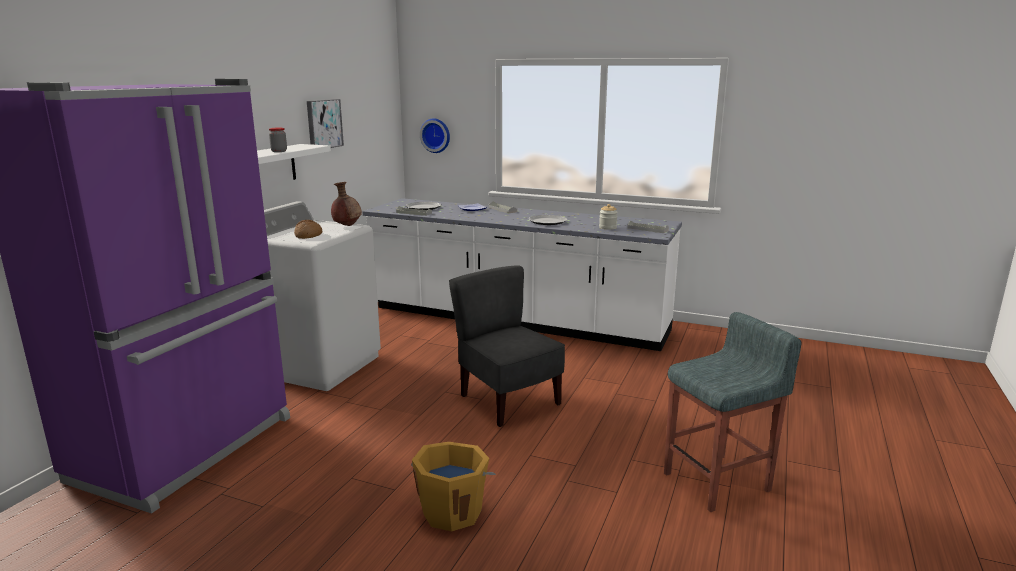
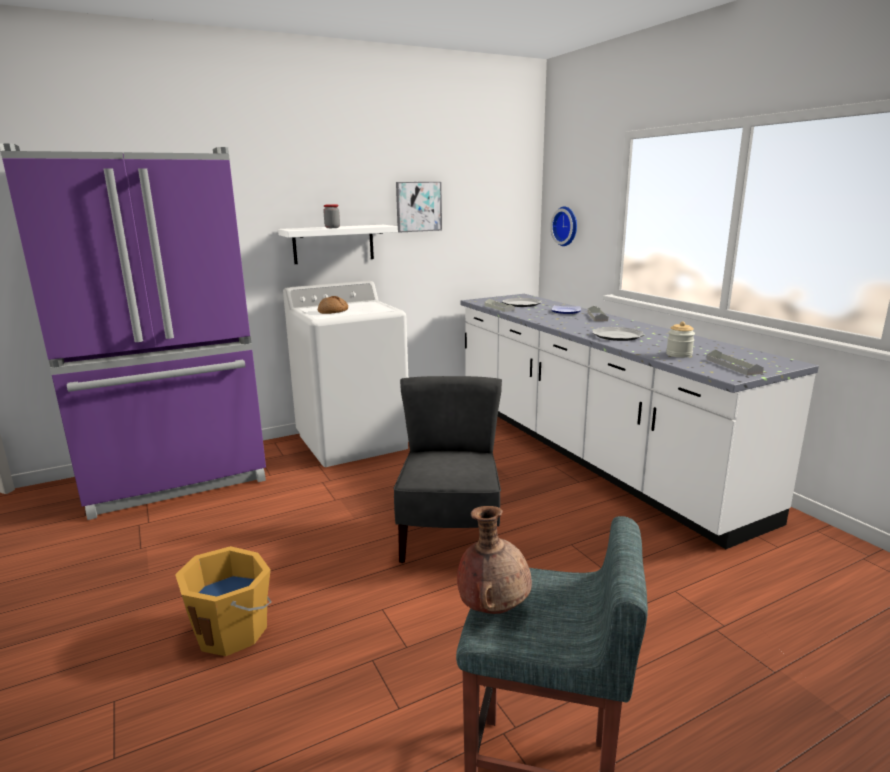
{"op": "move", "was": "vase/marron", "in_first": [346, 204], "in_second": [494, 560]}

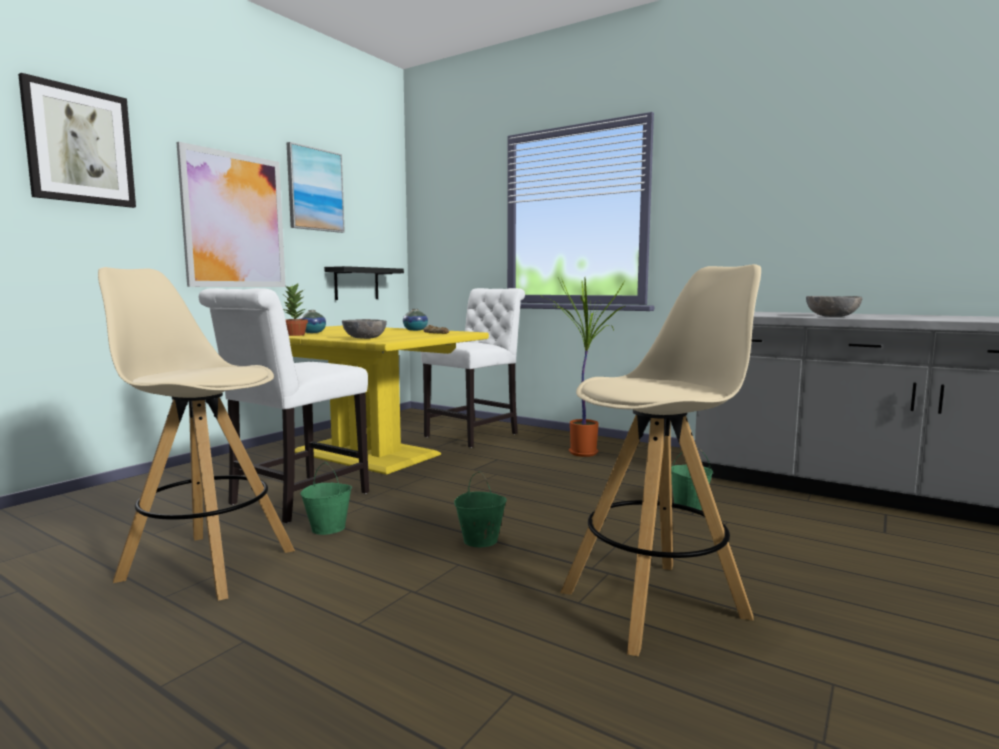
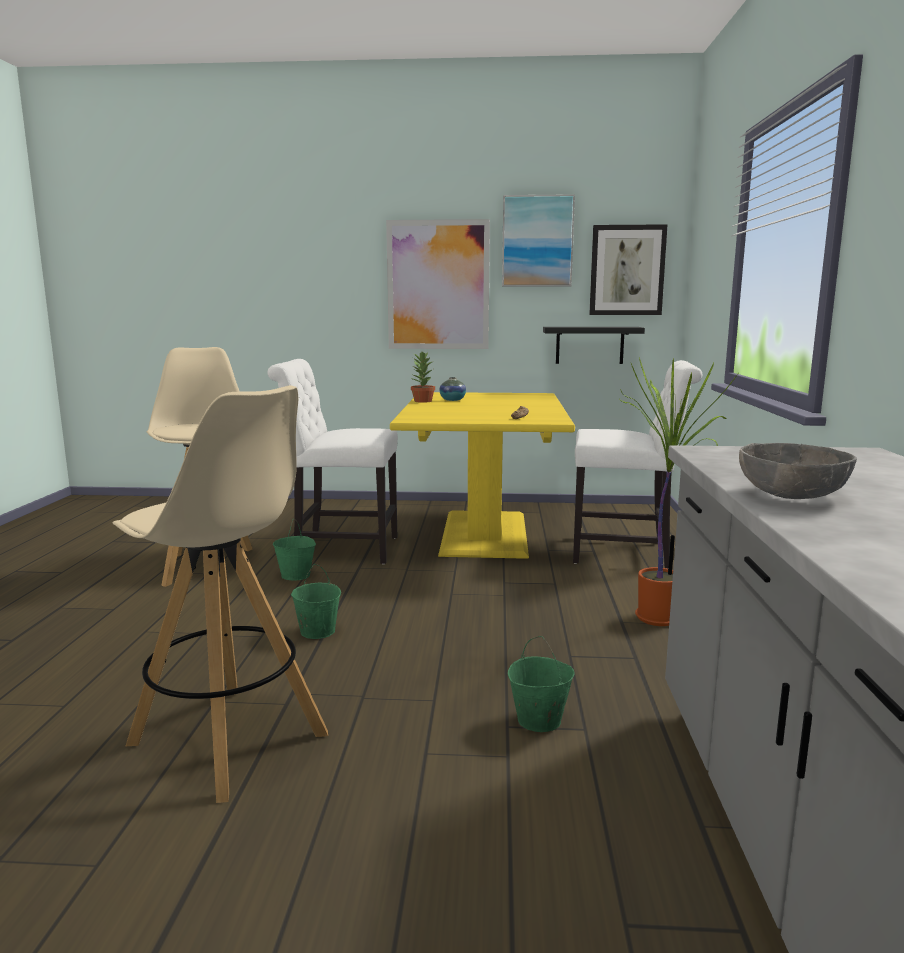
{"op": "delete", "was": "bol/gris", "in_first": [364, 329]}
{"op": "delete", "was": "vase", "in_first": [415, 320]}
{"op": "move", "was": "tableau", "in_first": [77, 140], "in_second": [628, 269]}

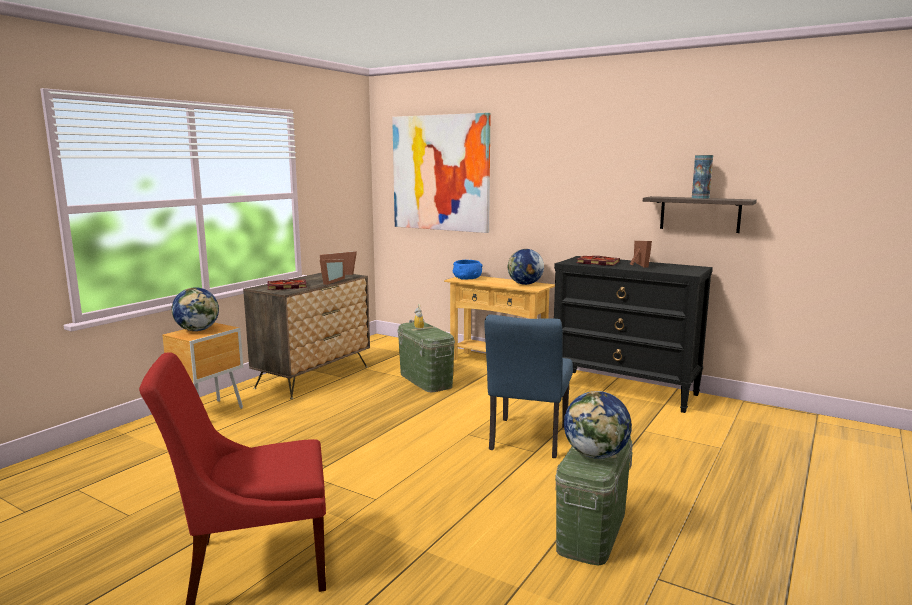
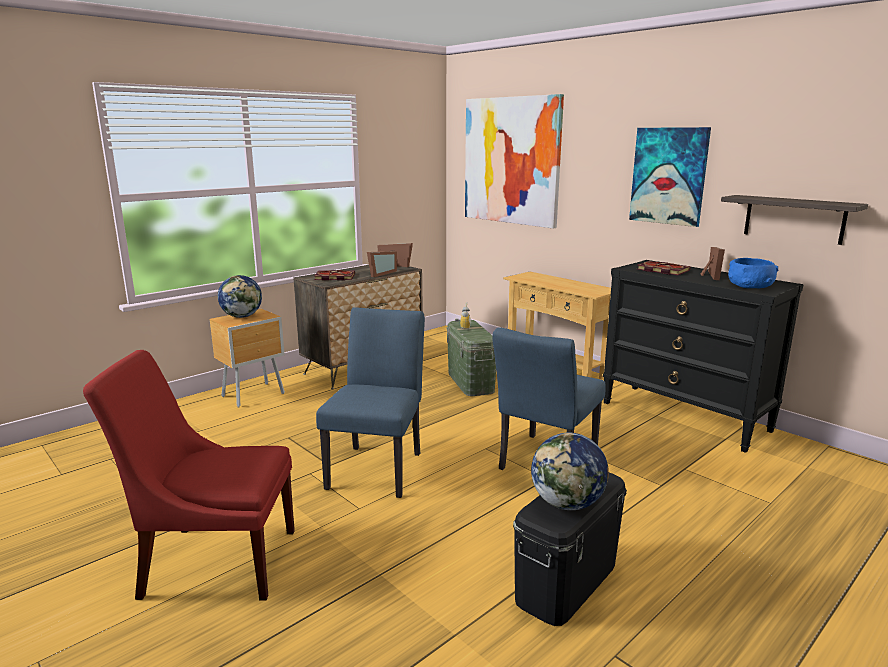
{"op": "delete", "was": "globe", "in_first": [526, 267]}
{"op": "delete", "was": "vase", "in_first": [702, 177]}
{"op": "insert", "now": "chaise/bleu", "in_second": [370, 402]}
{"op": "insert", "now": "tableau", "in_second": [670, 177]}
{"op": "move", "was": "bol/bleu", "in_first": [467, 270], "in_second": [753, 273]}
{"op": "recolor", "was": "boîte de rangement/vert", "now": "boîte de rangement/noir", "in_first": [594, 501], "in_second": [570, 549]}

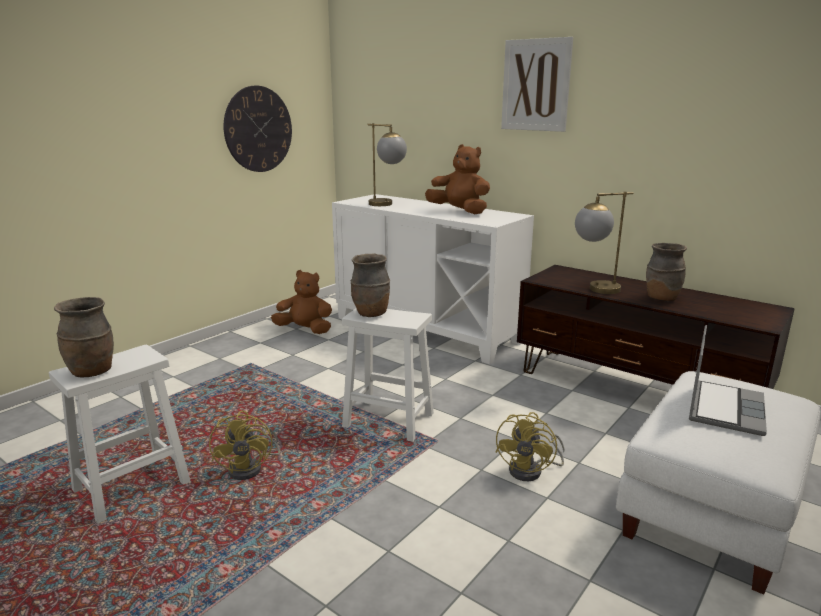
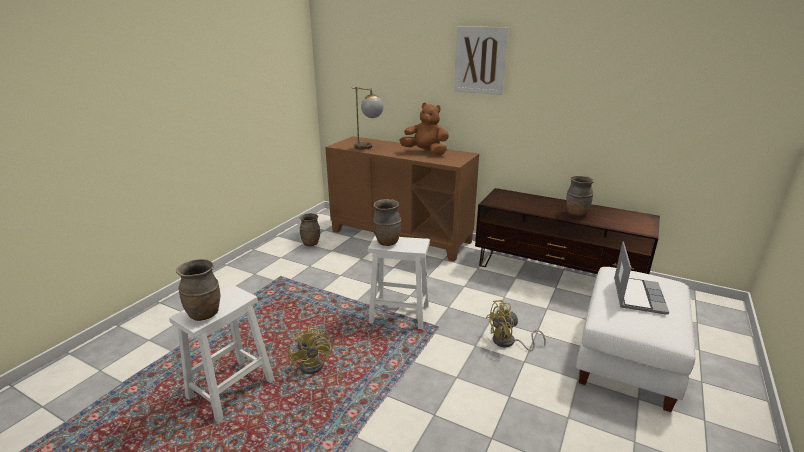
{"op": "delete", "was": "horloge murale", "in_first": [258, 129]}
{"op": "delete", "was": "lampe de table", "in_first": [604, 243]}
{"op": "replace", "was": "peluche/marron", "now": "vase/marron", "in_first": [301, 302], "in_second": [309, 229]}
{"op": "recolor", "was": "meuble de rangement/blanc", "now": "meuble de rangement/marron", "in_first": [433, 279], "in_second": [402, 199]}
{"op": "rotate", "was": "ventilateur/jaune", "in_first": [530, 446], "in_second": [516, 325], "clockwise": 60}

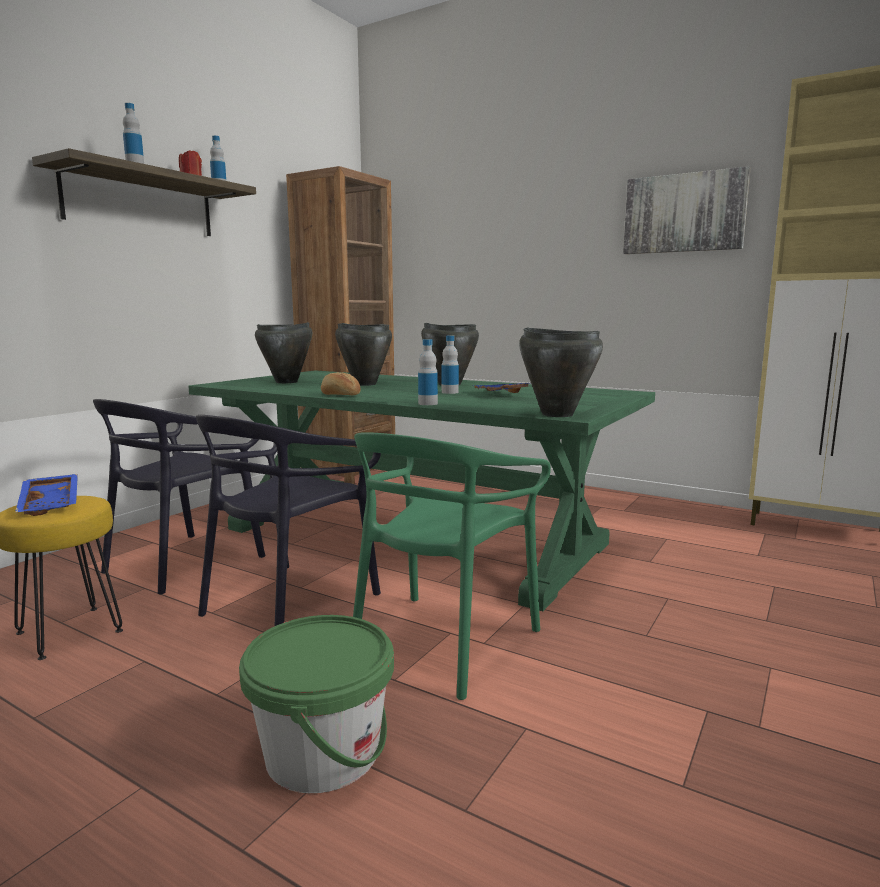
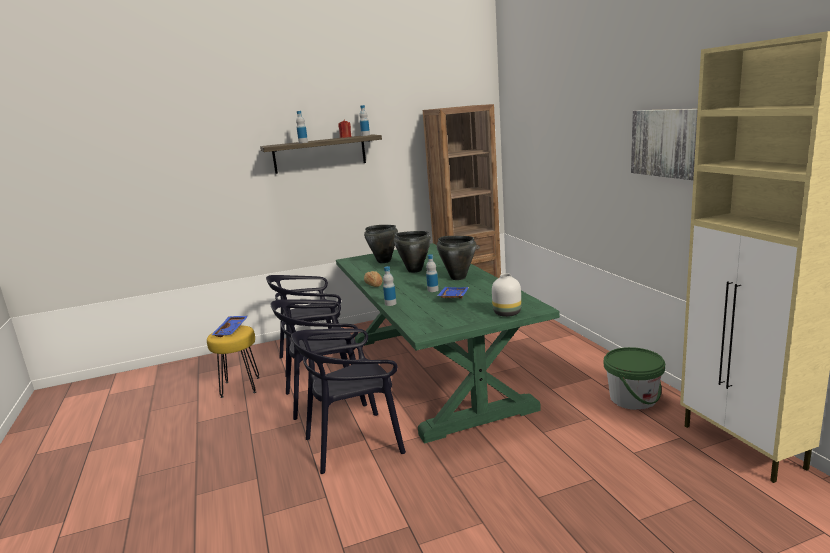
{"op": "delete", "was": "marmite/noir", "in_first": [561, 372]}
{"op": "insert", "now": "vase/blanc", "in_second": [506, 295]}
{"op": "move", "was": "seau/vert", "in_first": [316, 704], "in_second": [634, 378]}
{"op": "recolor", "was": "chaise/vert", "now": "chaise/noir", "in_first": [452, 566], "in_second": [348, 401]}

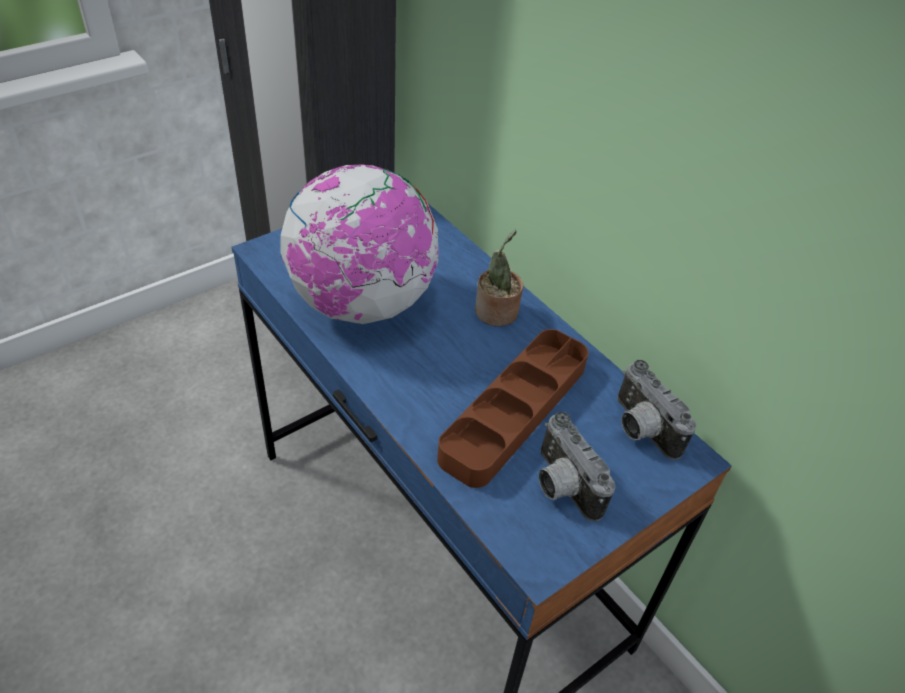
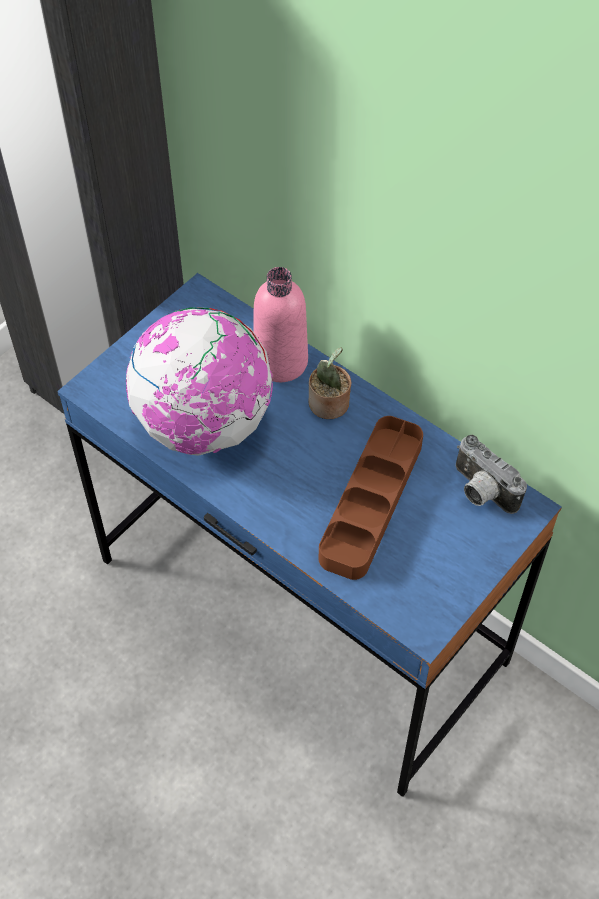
{"op": "delete", "was": "appareil photo", "in_first": [576, 466]}
{"op": "insert", "now": "bouteille/rose", "in_second": [280, 324]}

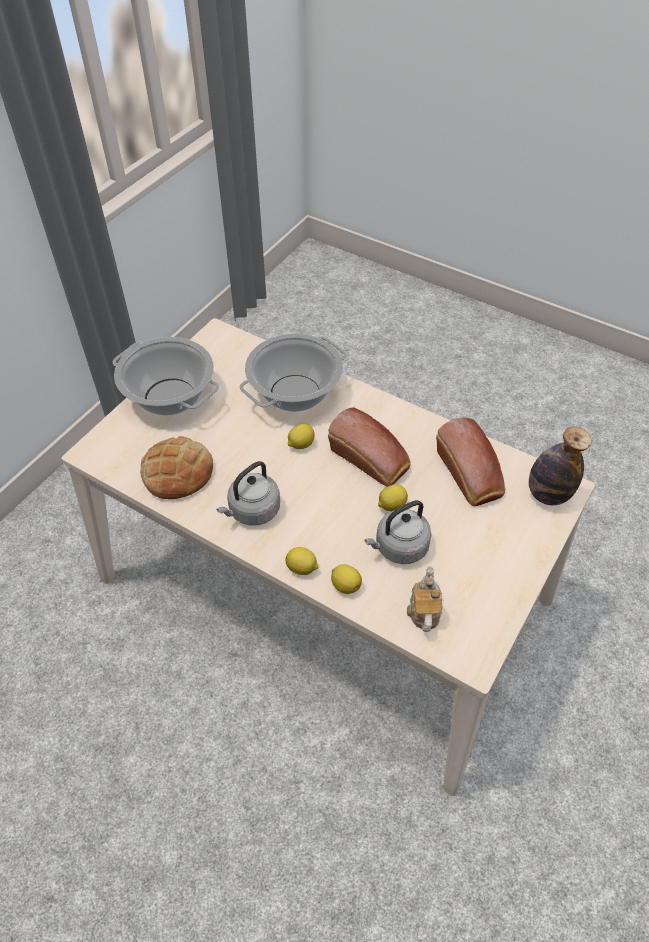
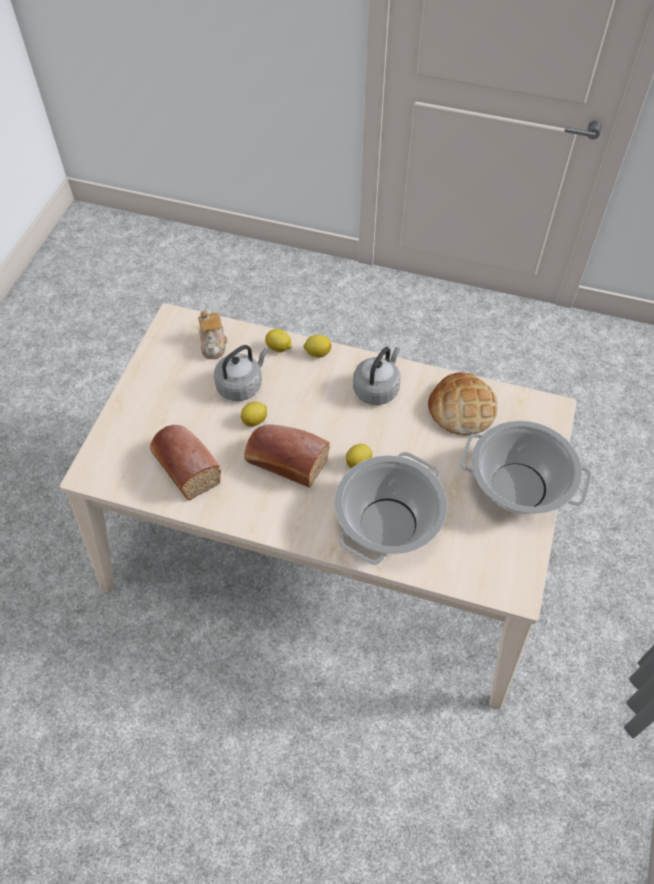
{"op": "delete", "was": "bouteille", "in_first": [560, 465]}

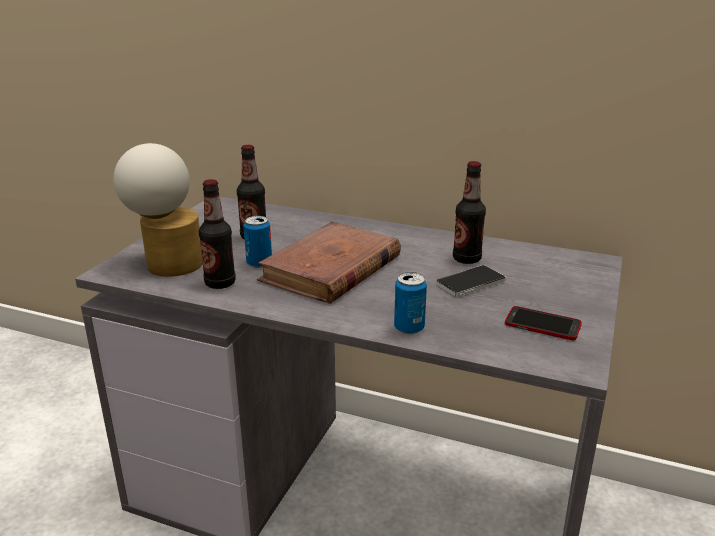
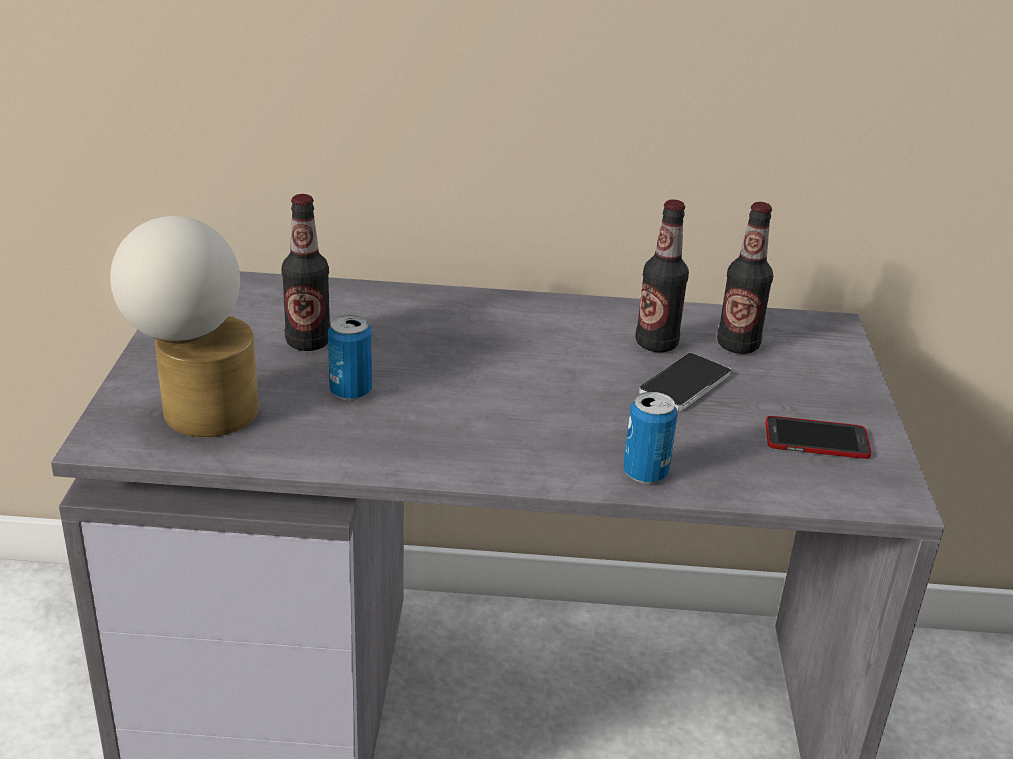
{"op": "delete", "was": "livre/marron", "in_first": [329, 263]}
{"op": "move", "was": "bouteille", "in_first": [217, 234], "in_second": [745, 278]}

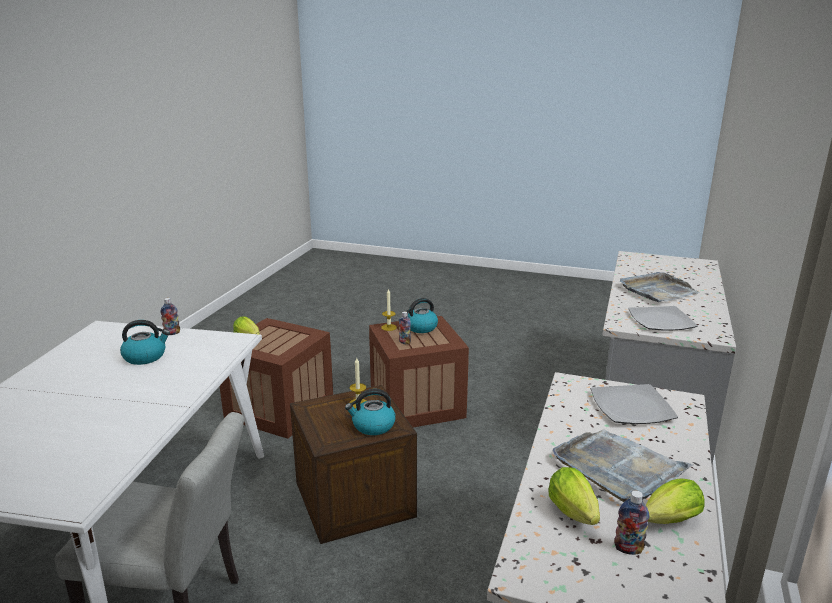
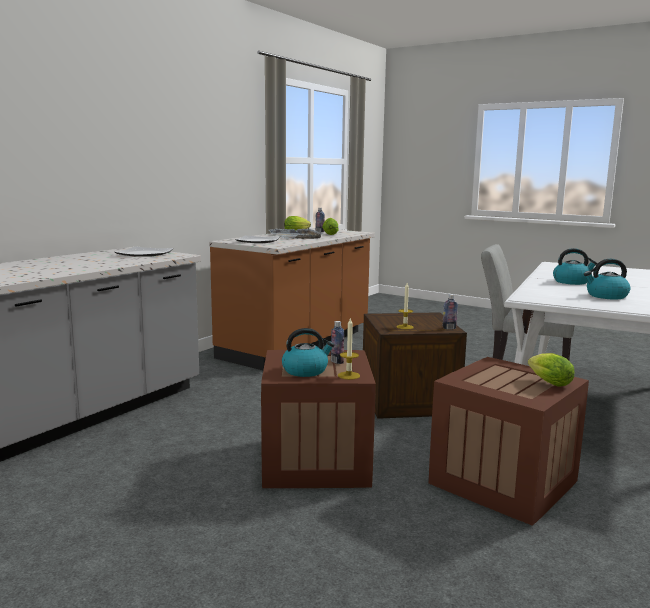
{"op": "delete", "was": "plateau/gris", "in_first": [660, 287]}
{"op": "move", "was": "bouteille", "in_first": [170, 316], "in_second": [450, 312]}
{"op": "move", "was": "bouilloire", "in_first": [370, 412], "in_second": [575, 266]}

